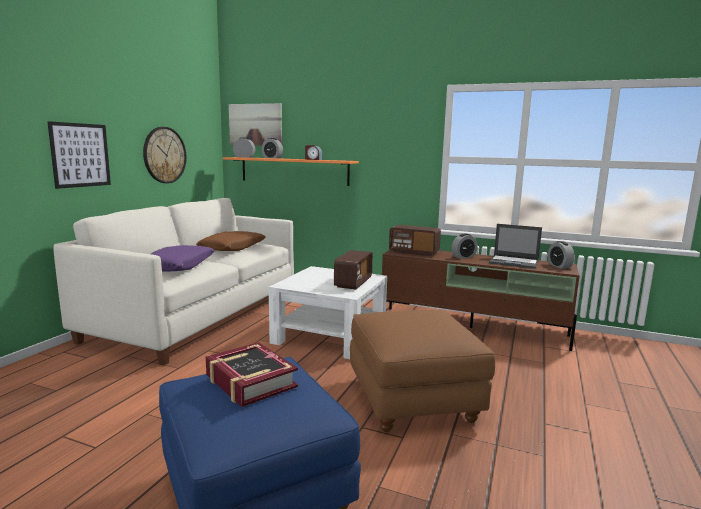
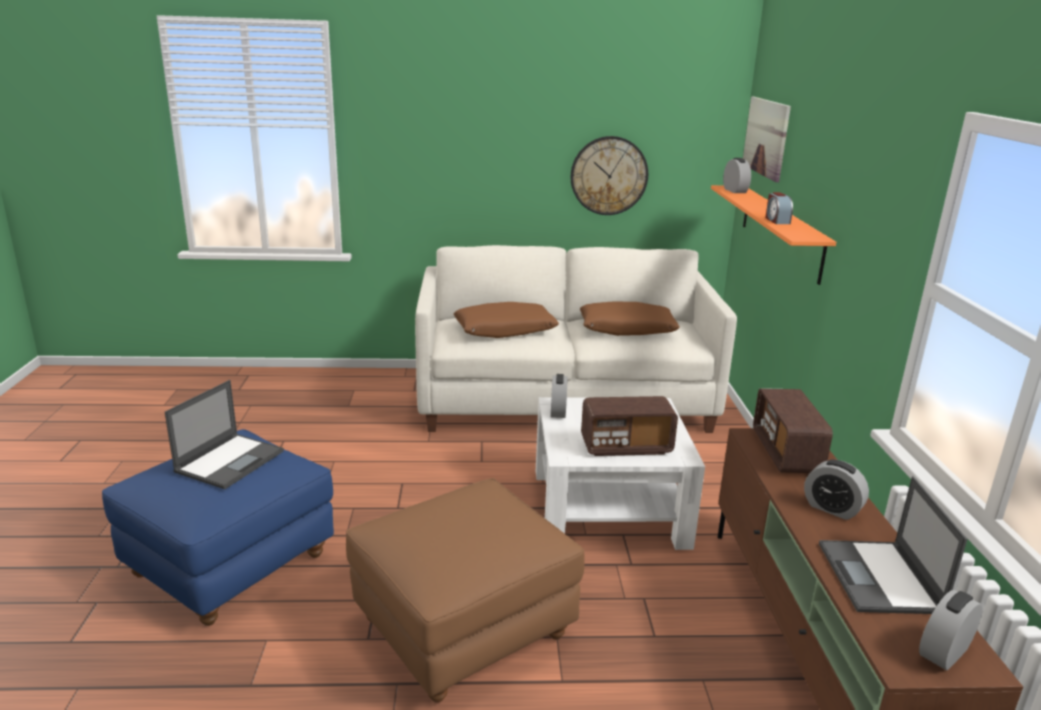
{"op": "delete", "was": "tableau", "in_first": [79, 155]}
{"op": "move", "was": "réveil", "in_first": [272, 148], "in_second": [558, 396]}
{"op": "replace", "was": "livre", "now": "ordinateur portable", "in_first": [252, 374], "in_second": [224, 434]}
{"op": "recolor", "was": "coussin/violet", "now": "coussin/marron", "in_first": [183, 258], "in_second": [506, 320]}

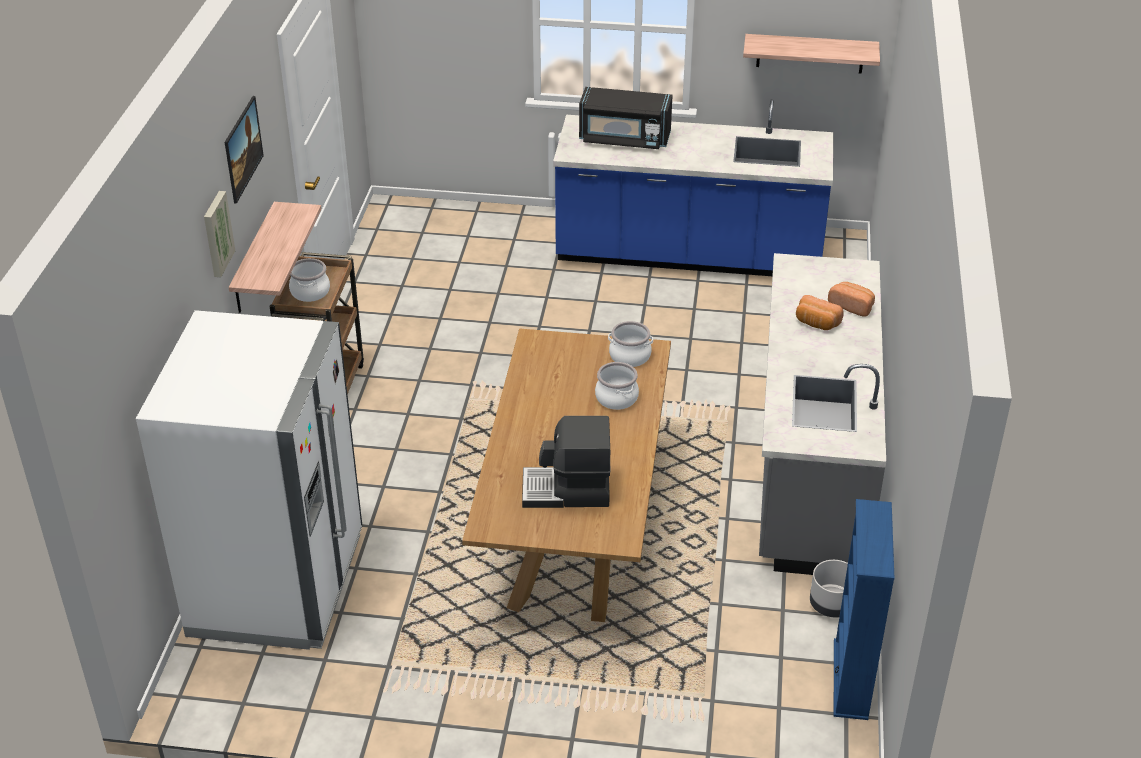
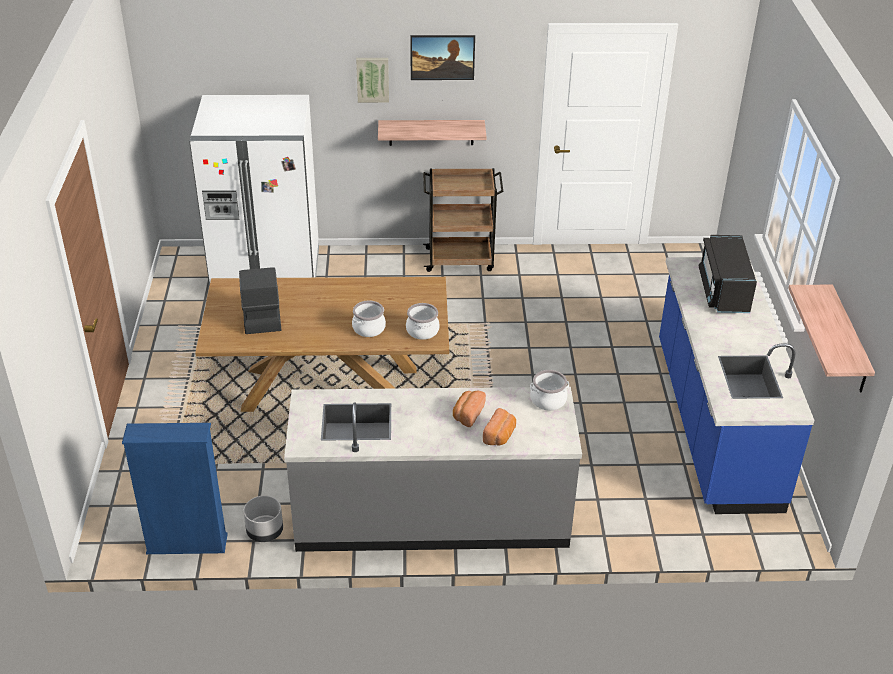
{"op": "move", "was": "marmite", "in_first": [309, 280], "in_second": [549, 390]}

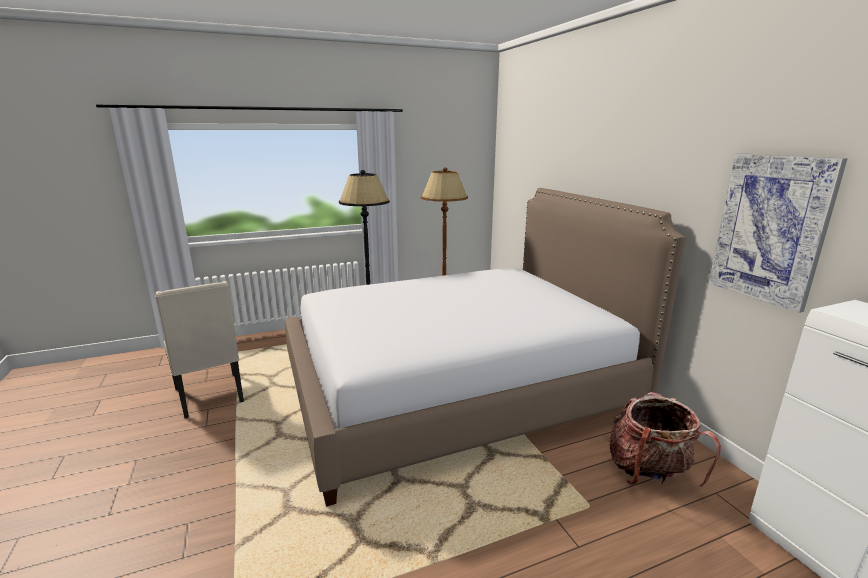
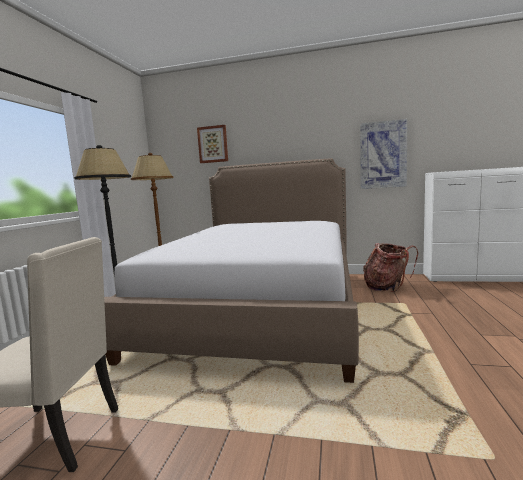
{"op": "insert", "now": "tableau", "in_second": [212, 144]}

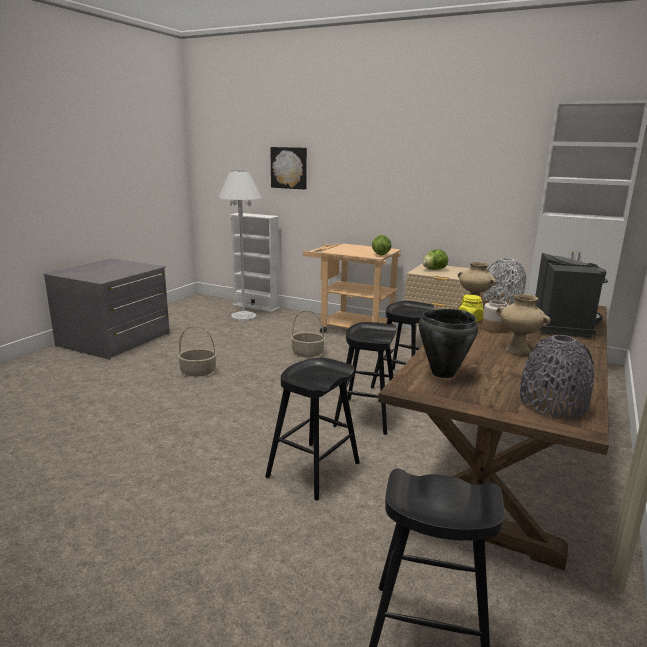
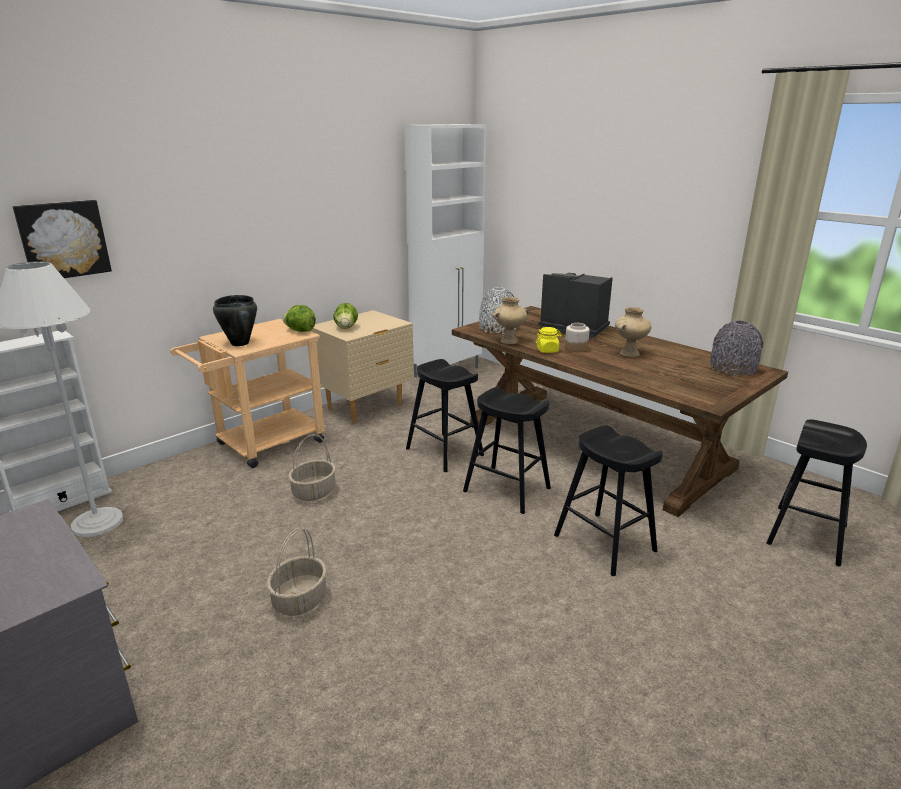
{"op": "move", "was": "marmite/noir", "in_first": [448, 343], "in_second": [235, 320]}

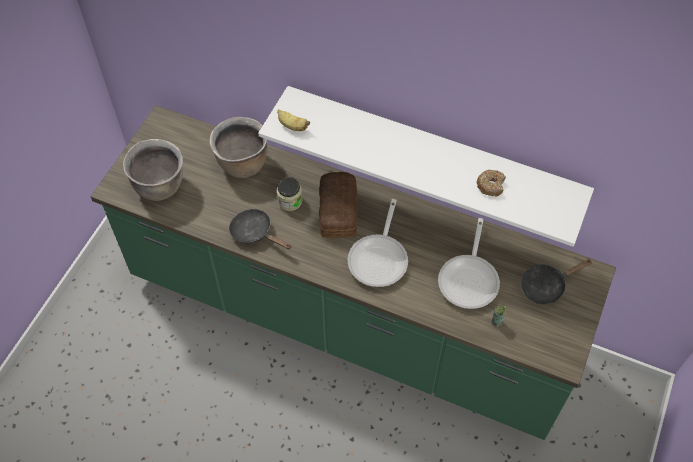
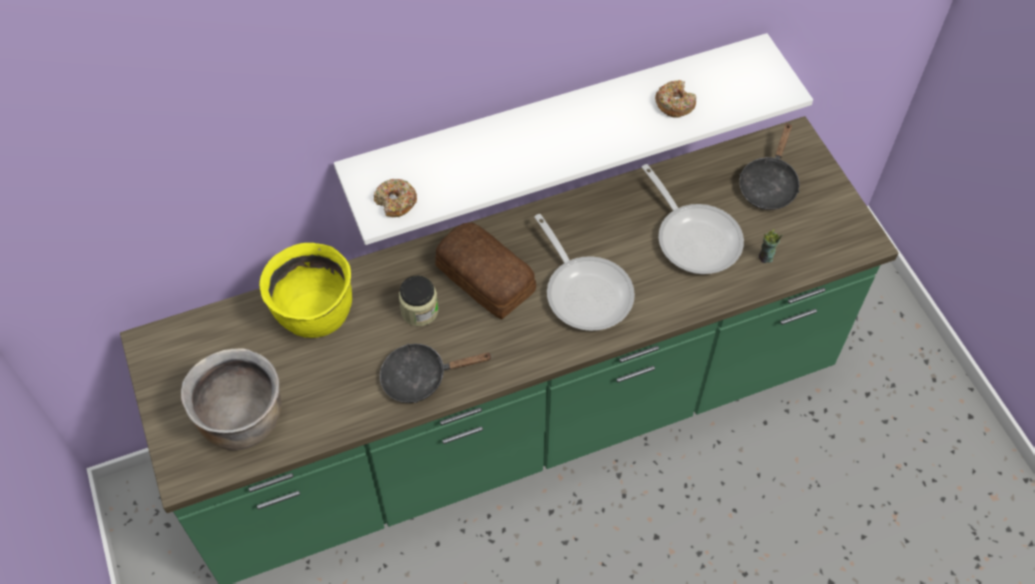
{"op": "replace", "was": "banane", "now": "beignet", "in_first": [293, 120], "in_second": [395, 198]}
{"op": "recolor", "was": "marmite/marron", "now": "marmite/jaune", "in_first": [238, 147], "in_second": [305, 290]}

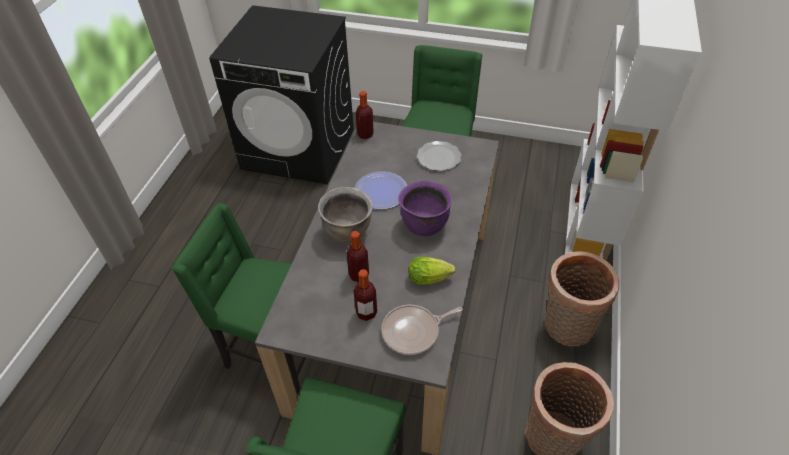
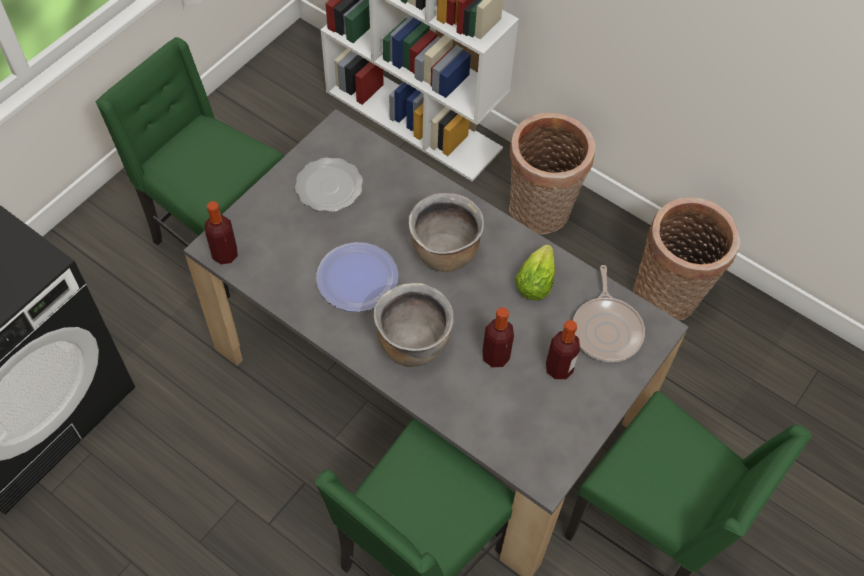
{"op": "recolor", "was": "marmite/violet", "now": "marmite/marron", "in_first": [425, 208], "in_second": [446, 232]}

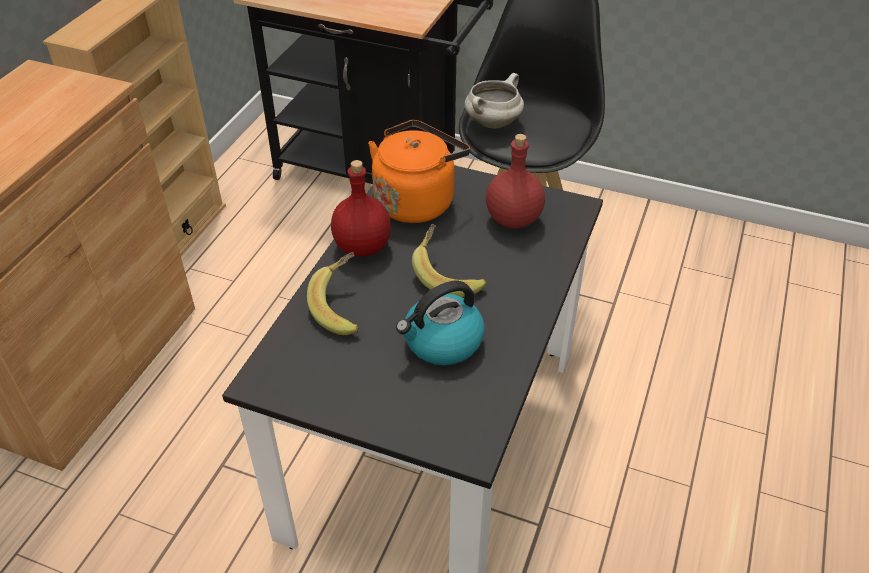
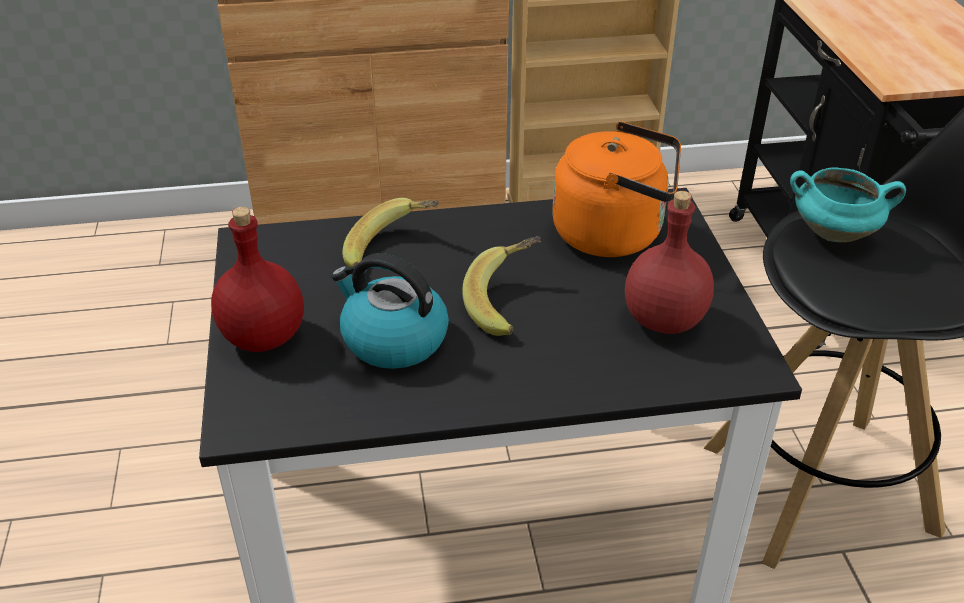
{"op": "move", "was": "bouteille/rouge", "in_first": [361, 208], "in_second": [257, 279]}
{"op": "recolor", "was": "marmite/blanc", "now": "marmite/turquoise", "in_first": [494, 100], "in_second": [848, 204]}

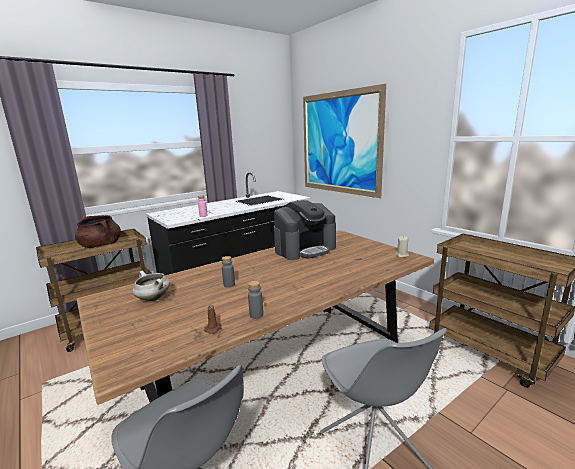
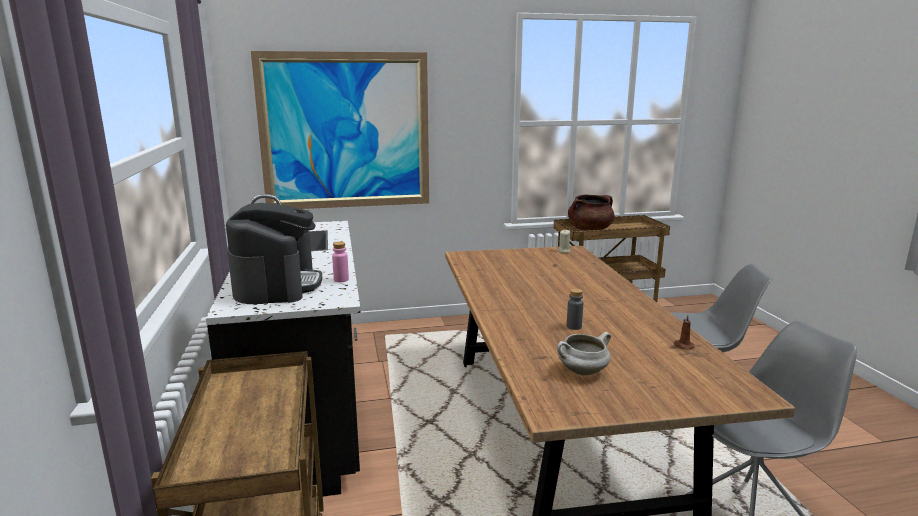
{"op": "delete", "was": "bouteille/gris", "in_first": [255, 300]}
{"op": "move", "was": "marmite/marron", "in_first": [98, 231], "in_second": [591, 213]}
{"op": "move", "was": "machine à café", "in_first": [305, 230], "in_second": [274, 253]}

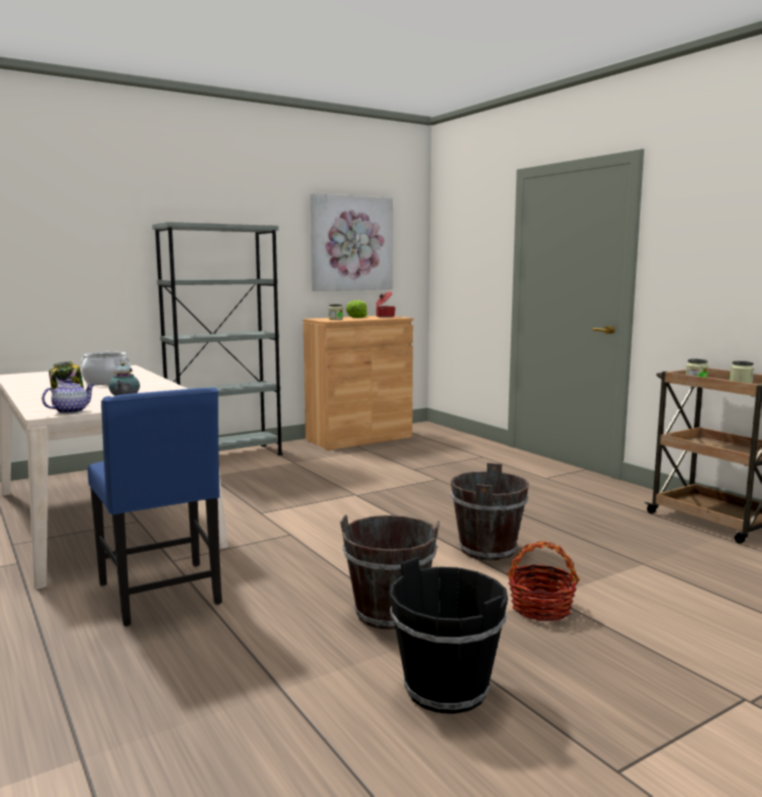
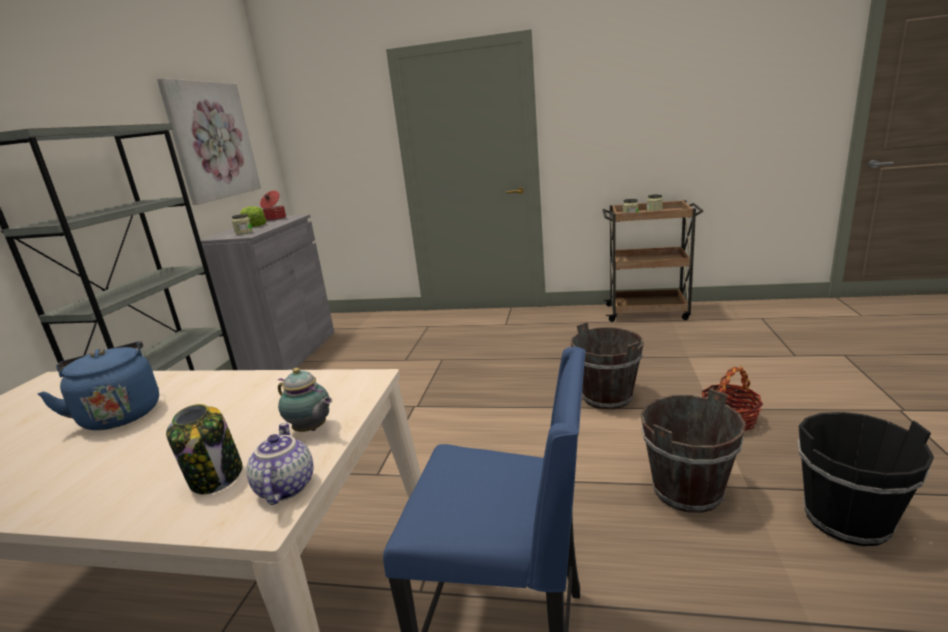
{"op": "replace", "was": "marmite", "now": "bouilloire/bleu", "in_first": [106, 368], "in_second": [98, 385]}
{"op": "recolor", "was": "meuble de rangement/marron", "now": "meuble de rangement/gris", "in_first": [358, 383], "in_second": [267, 292]}

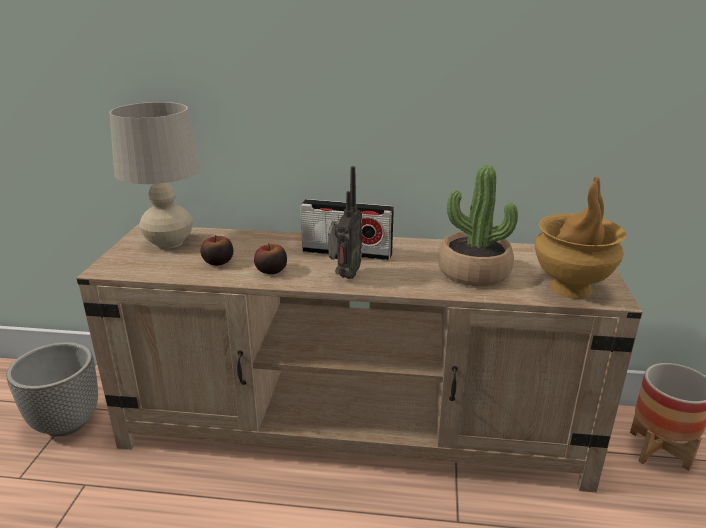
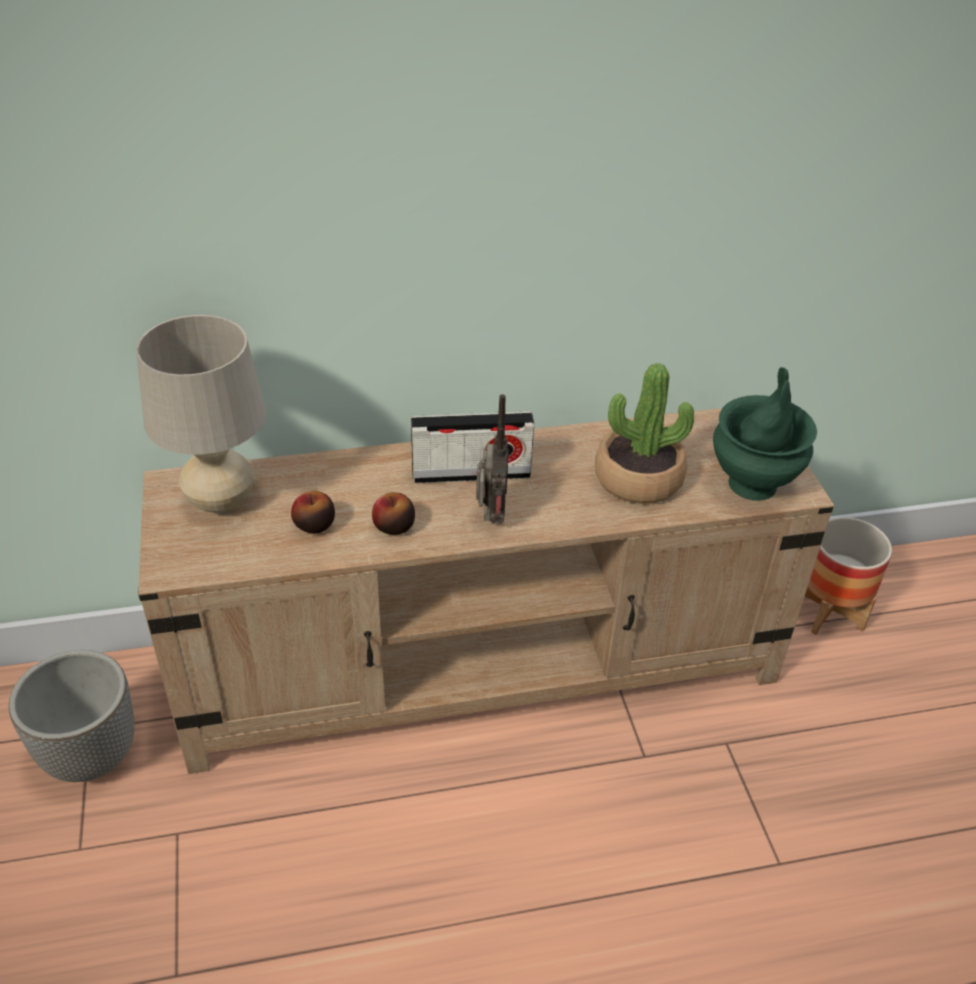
{"op": "recolor", "was": "vase/marron", "now": "vase/vert", "in_first": [580, 237], "in_second": [765, 434]}

